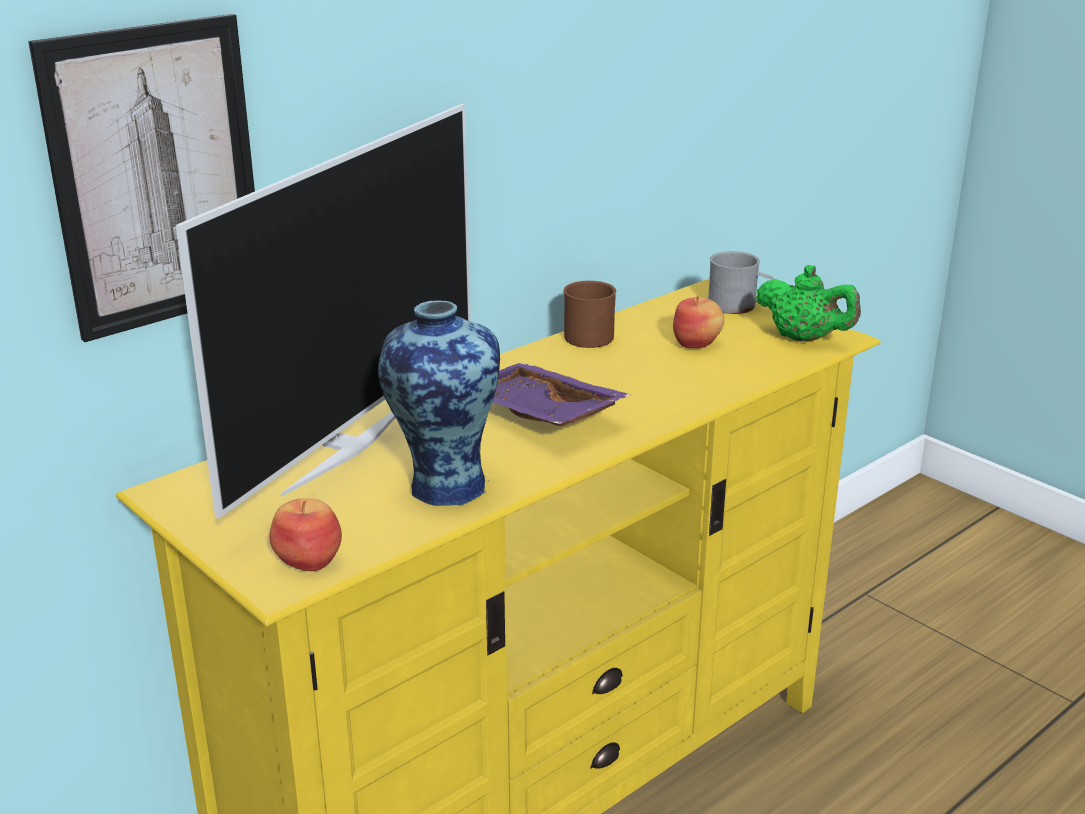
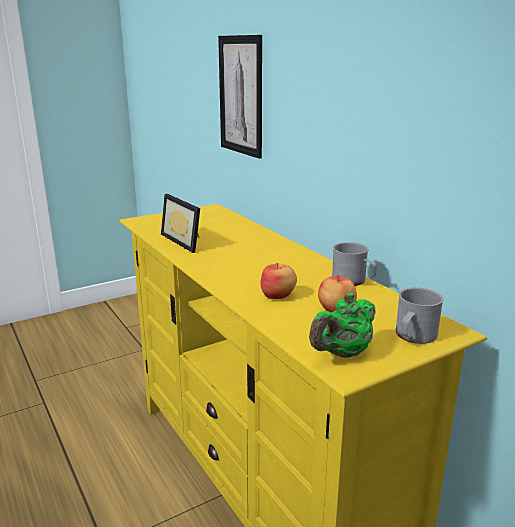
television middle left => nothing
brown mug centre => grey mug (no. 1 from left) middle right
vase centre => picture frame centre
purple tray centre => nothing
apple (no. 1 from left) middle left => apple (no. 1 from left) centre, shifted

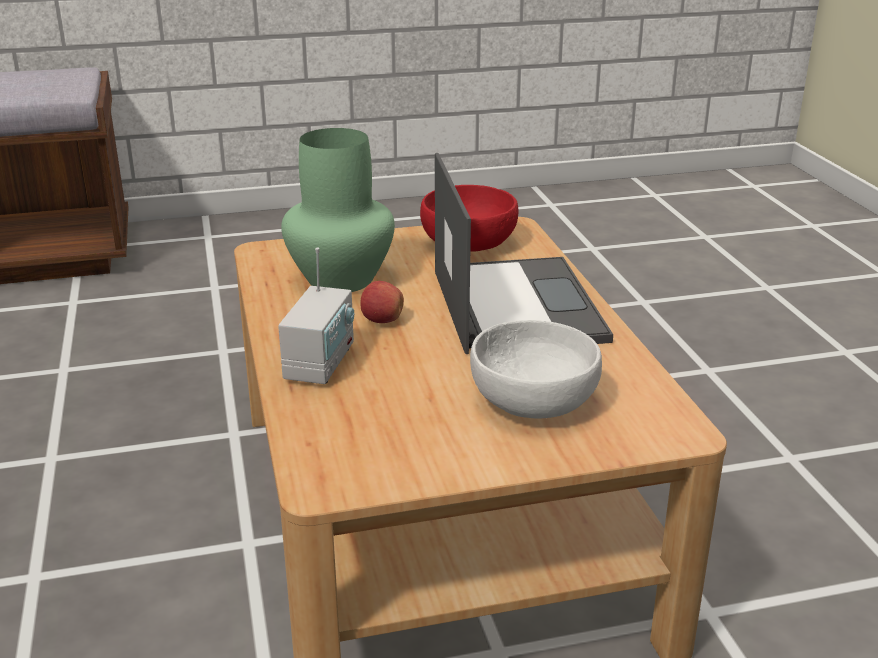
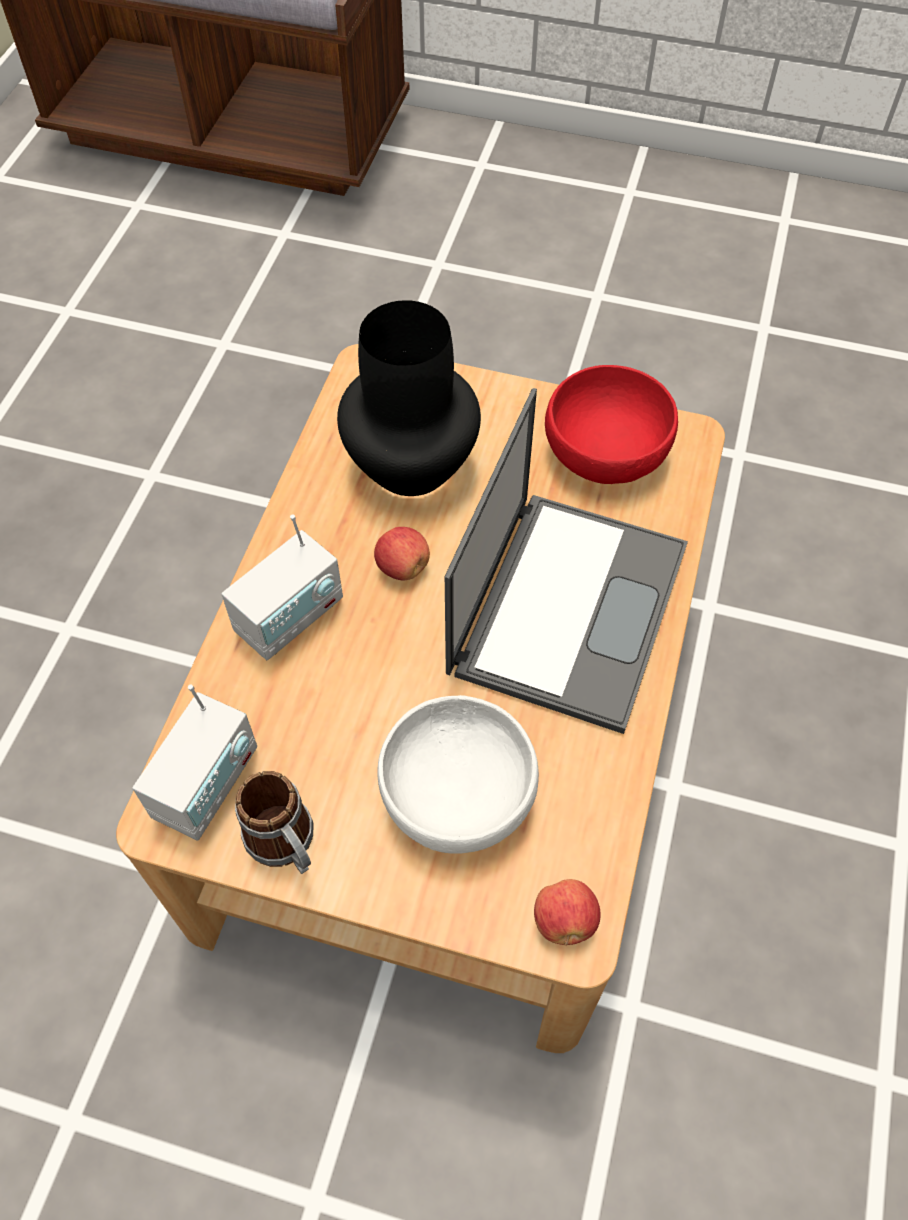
green vase top centre => black vase top centre
nothing => radio (no. 1 from left) middle left
nothing => mug bottom left
nothing => apple (no. 2 from left) bottom centre

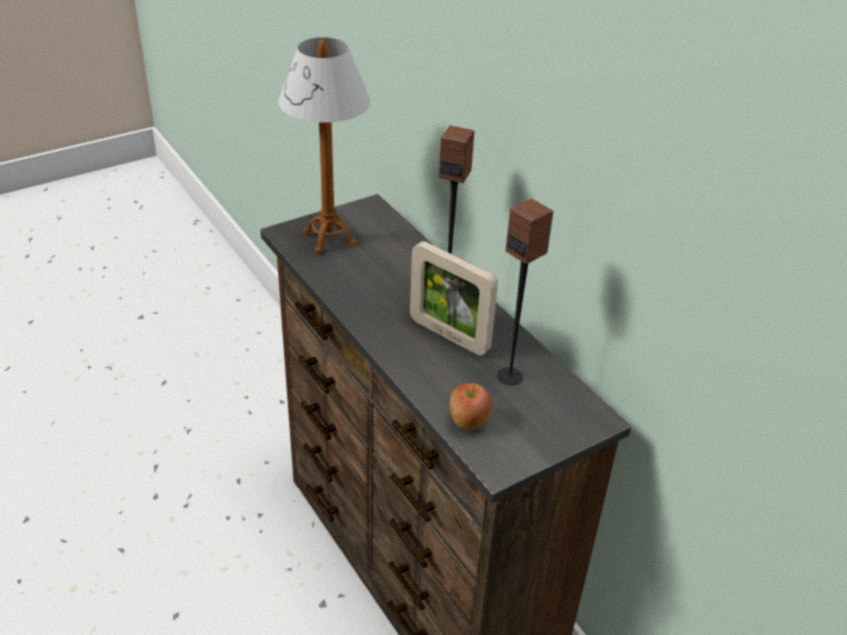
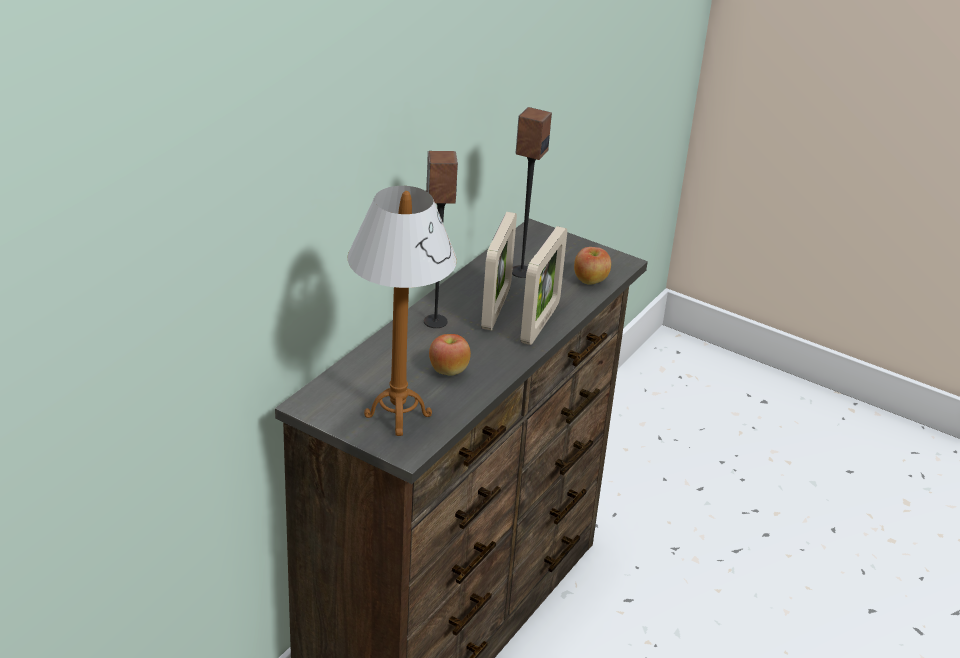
nothing => picture frame (no. 2 from left) centre
nothing => apple (no. 1 from left) centre

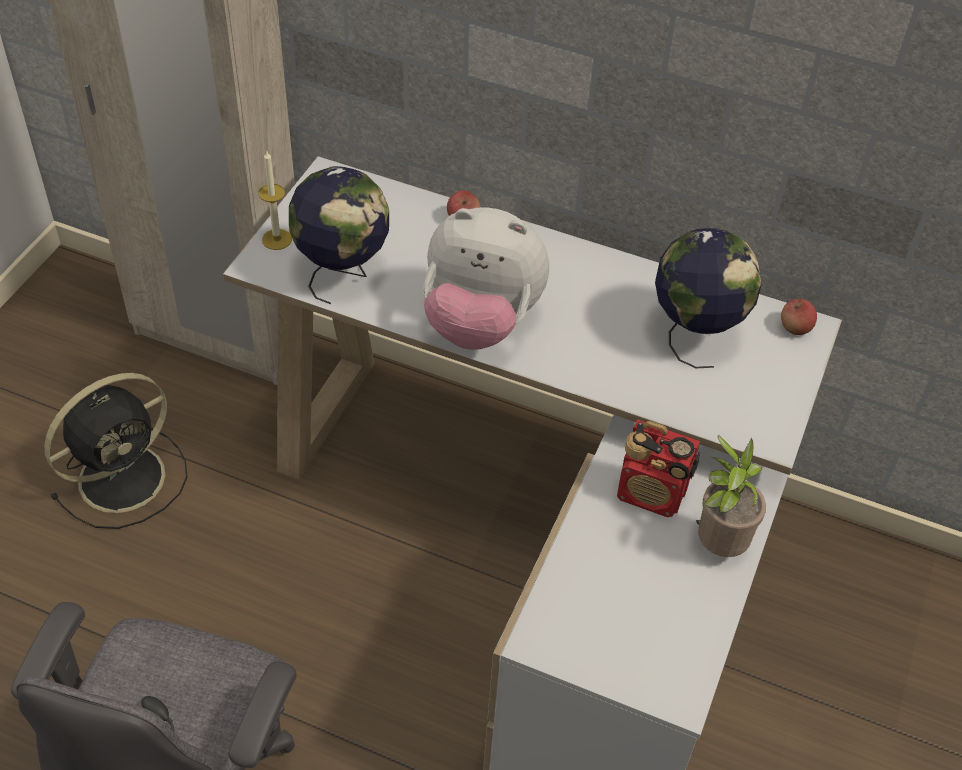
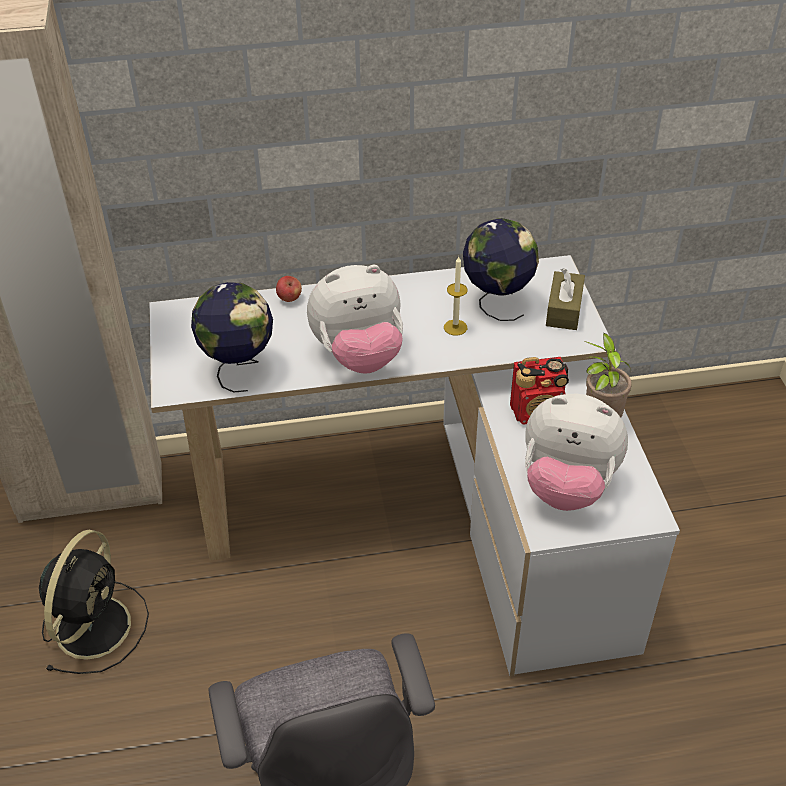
candle top left => candle centre, shifted
apple (no. 2 from left) middle right => nothing
nothing => brown tissue box middle right
nothing => plush toy (no. 2 from left) middle right

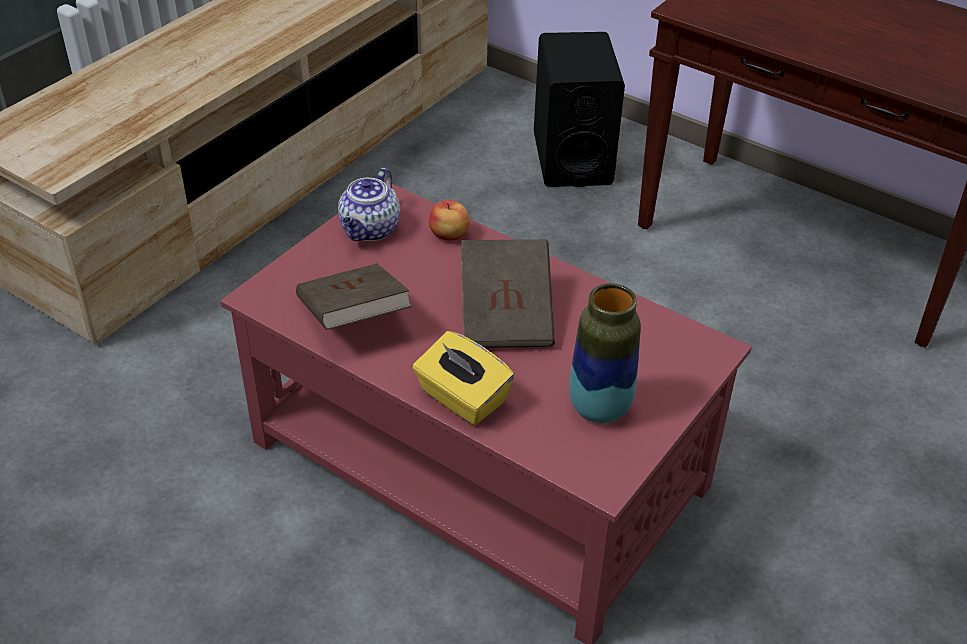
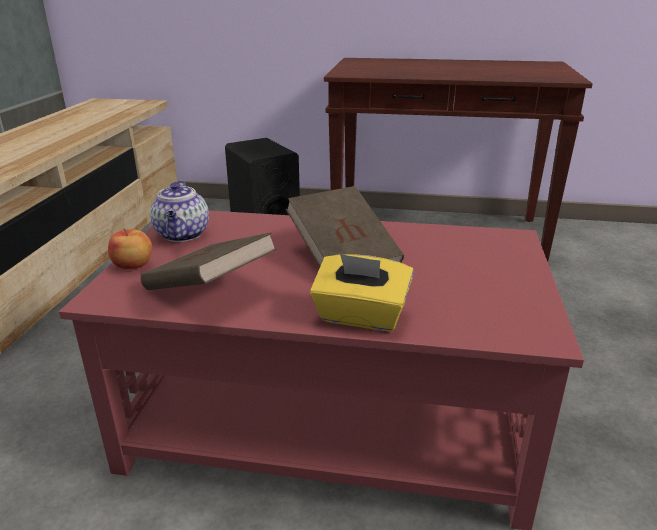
apple centre => apple middle left, shifted
vase centre => nothing

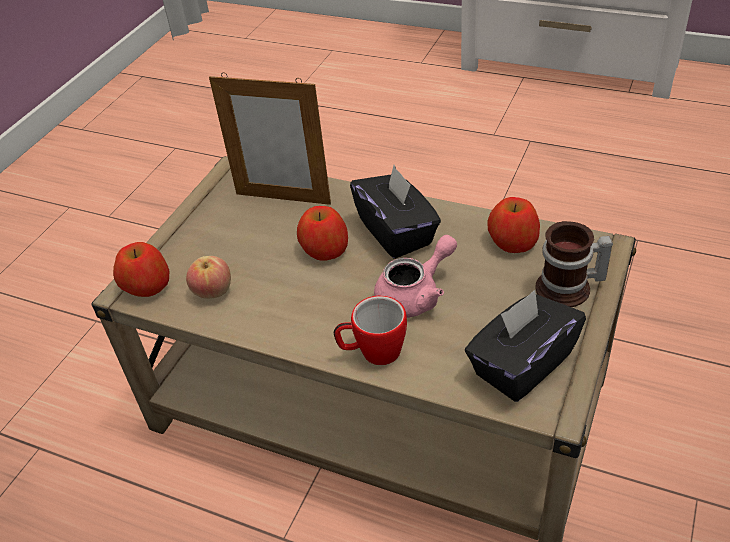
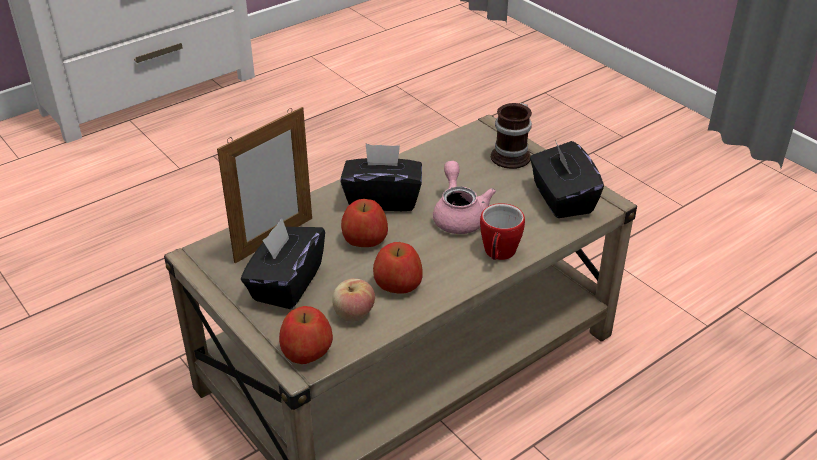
apple (no. 4 from left) middle right => apple (no. 4 from left) centre, shifted
nothing => black tissue box (no. 1 from left) centre

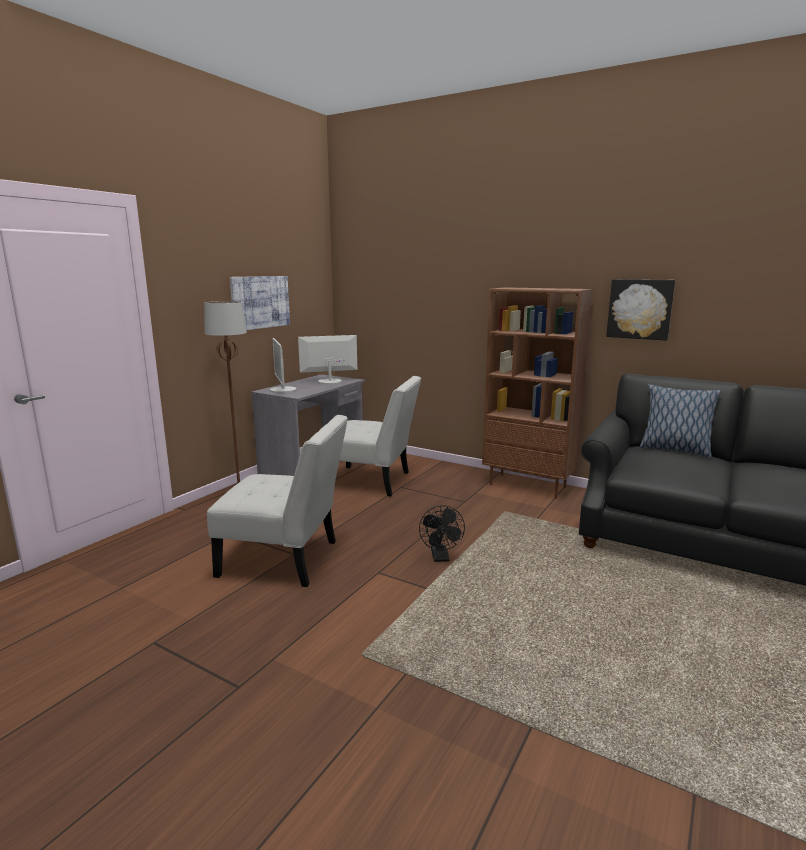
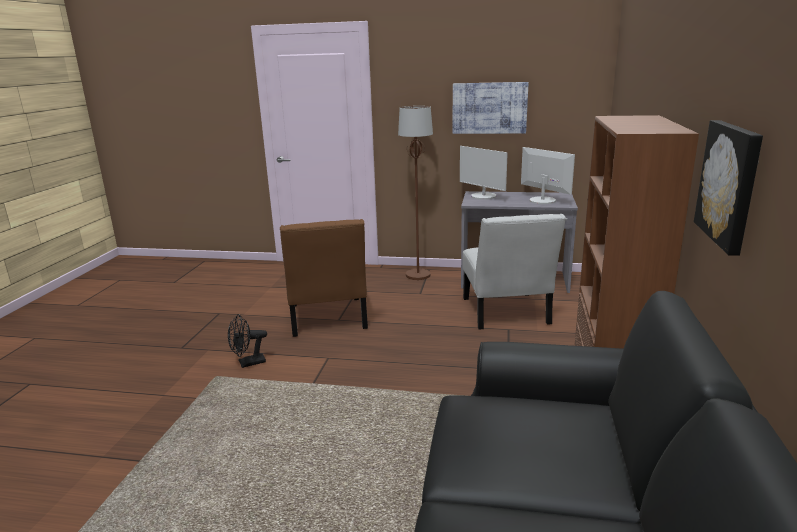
monitor (no. 1 from left) centre => monitor (no. 1 from left) top centre, 90 degrees counterclockwise
pillow middle right => nothing
white chair (no. 1 from left) centre => brown chair centre
black fan centre => black fan middle left, shifted

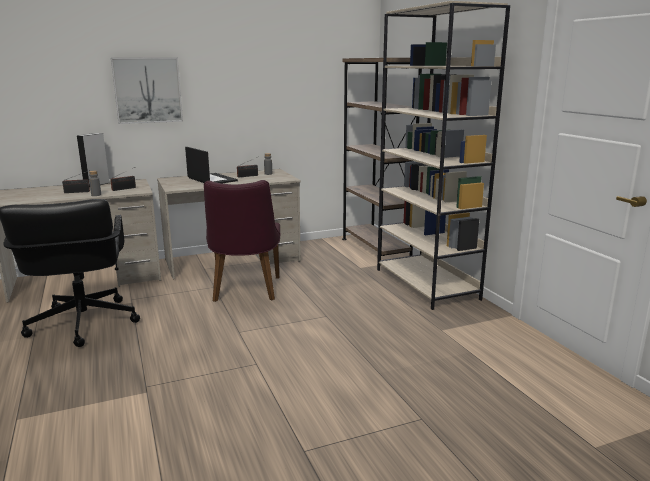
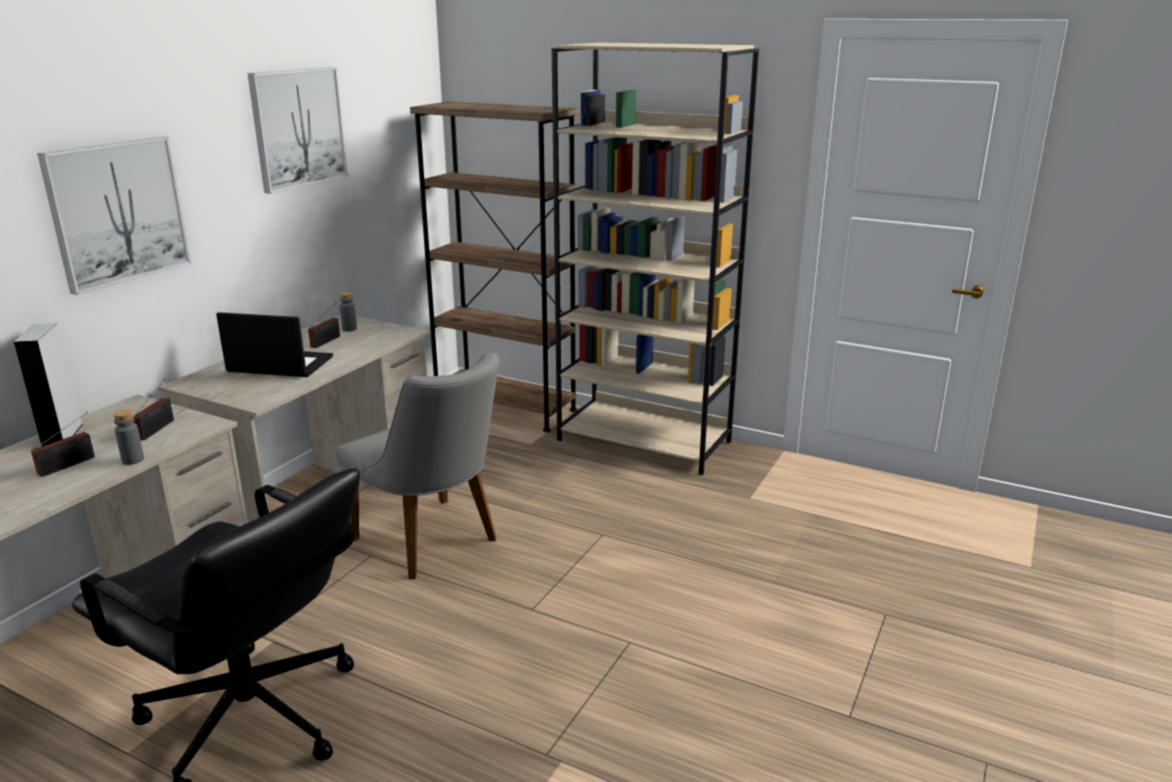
purple chair centre => grey chair centre
nothing => picture (no. 2 from left) top left

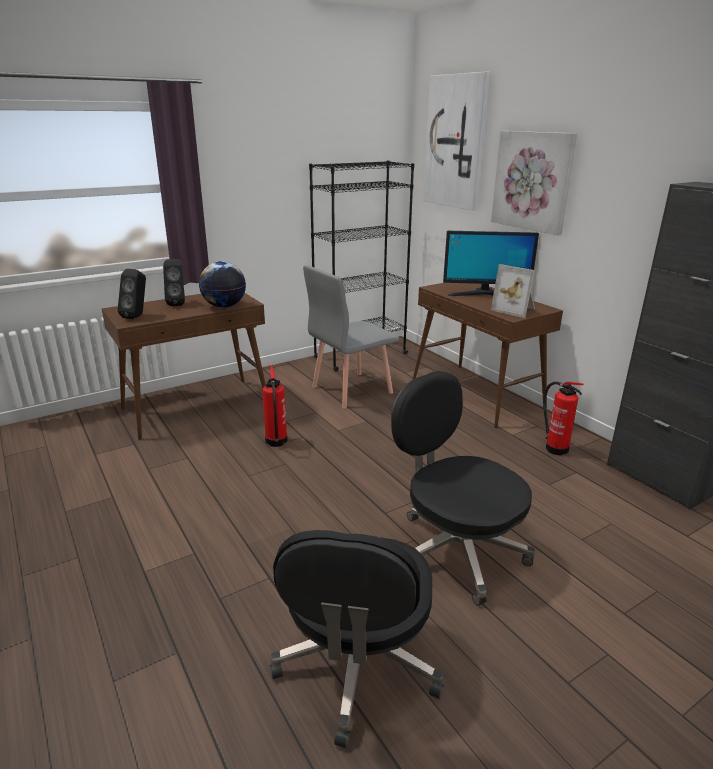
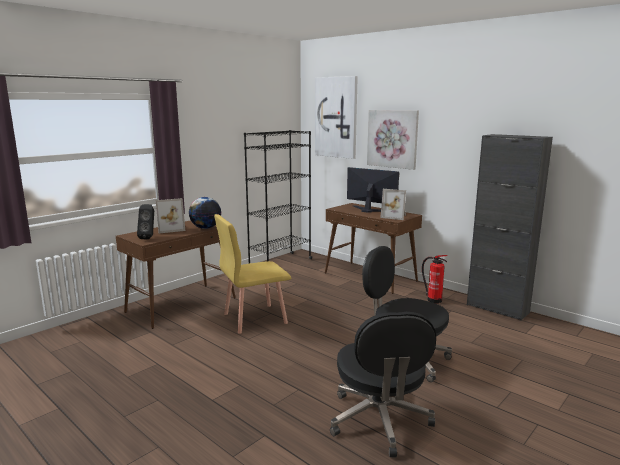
monitor middle right => monitor centre, 135 degrees counterclockwise
black speaker (no. 2 from left) middle left => picture frame (no. 1 from left) middle left
grey chair centre => nothing
fire extinguisher (no. 1 from left) centre => yellow chair centre

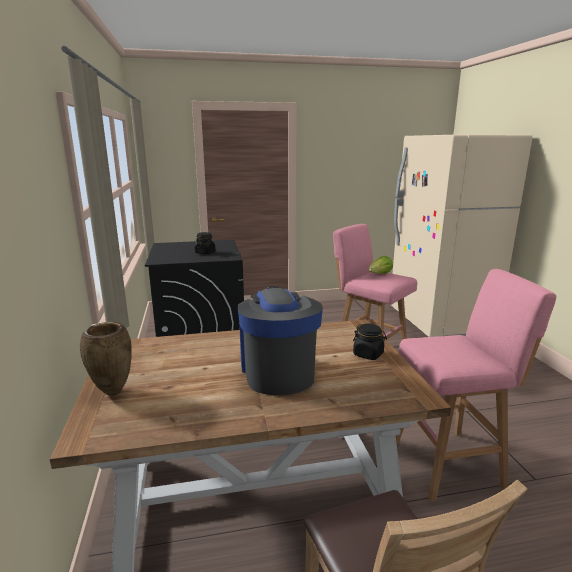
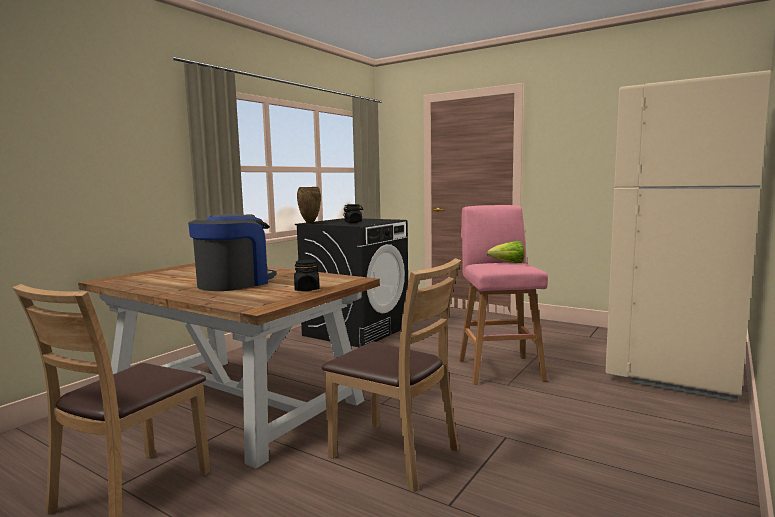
pink stool (no. 2 from left) bottom right => brown chair (no. 2 from left) bottom centre
brown vase middle left => brown vase centre, shifted

